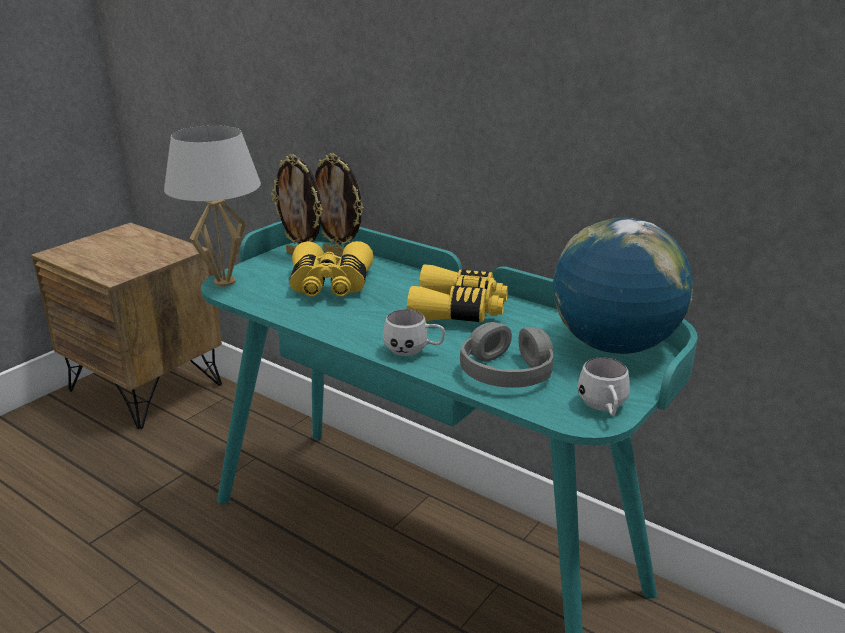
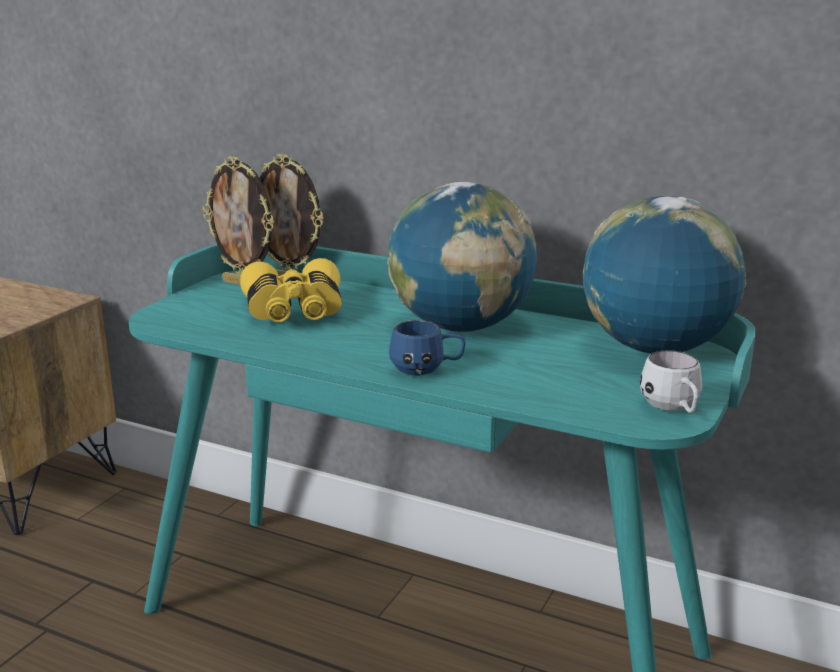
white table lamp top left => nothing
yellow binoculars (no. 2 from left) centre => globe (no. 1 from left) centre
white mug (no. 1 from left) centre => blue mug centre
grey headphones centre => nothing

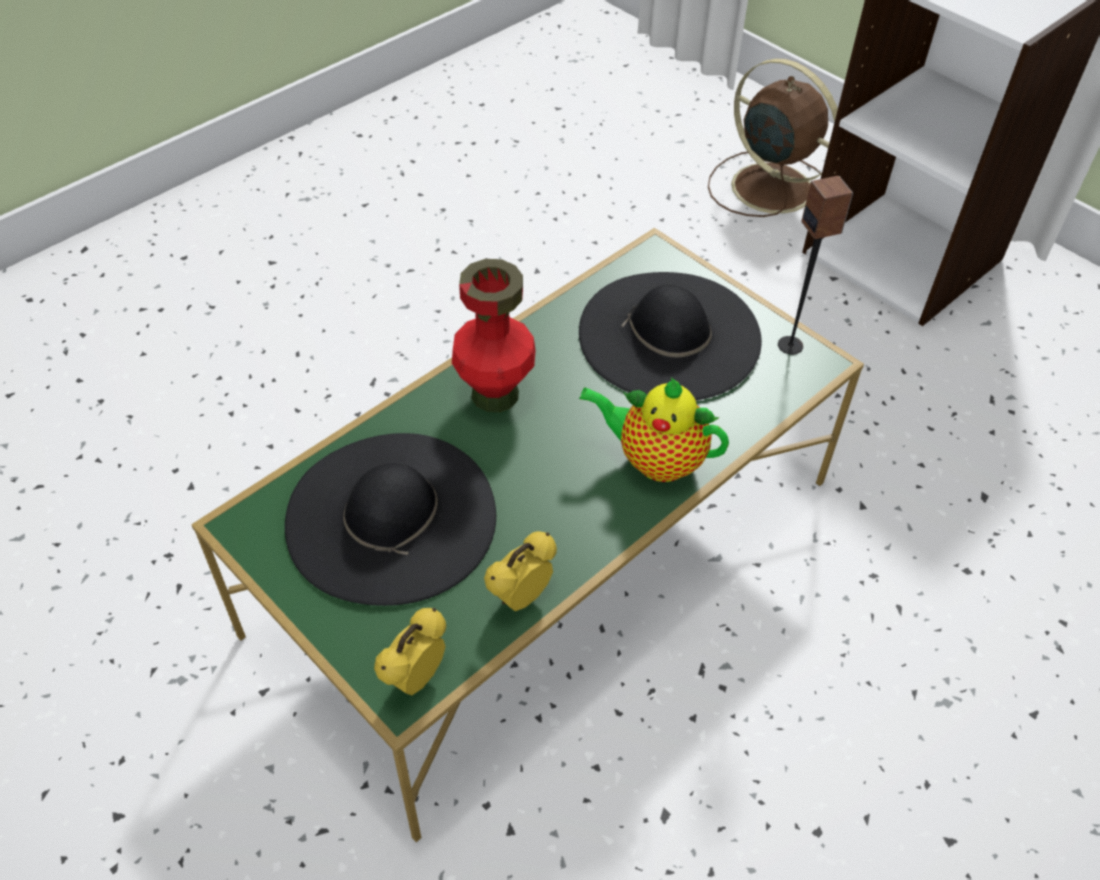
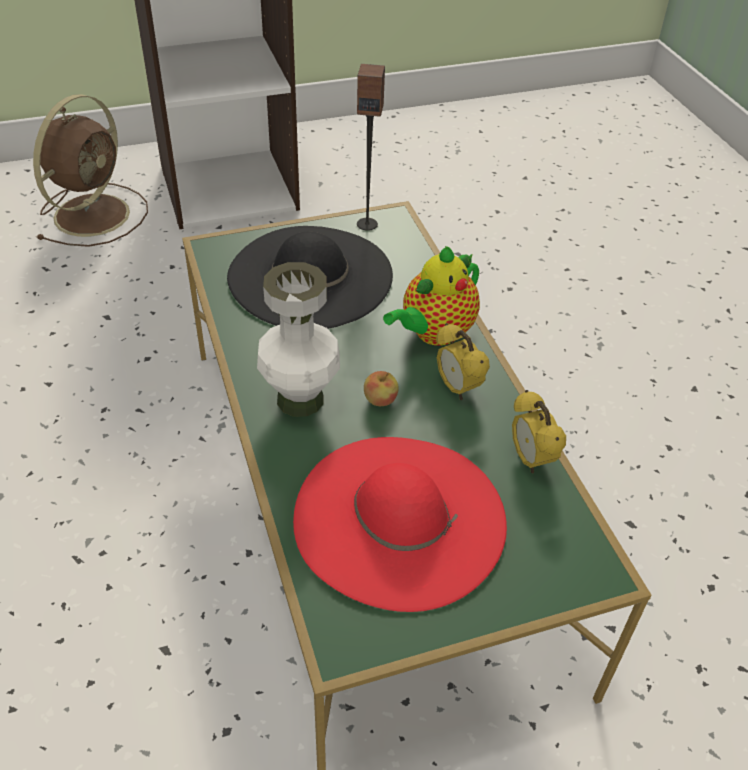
brown fan top right => brown fan top left, 135 degrees clockwise
red vase centre => white vase centre
black hat (no. 1 from left) centre => red hat bottom centre
alarm clock (no. 1 from left) bottom centre => alarm clock (no. 1 from left) centre, shifted
nothing => apple centre

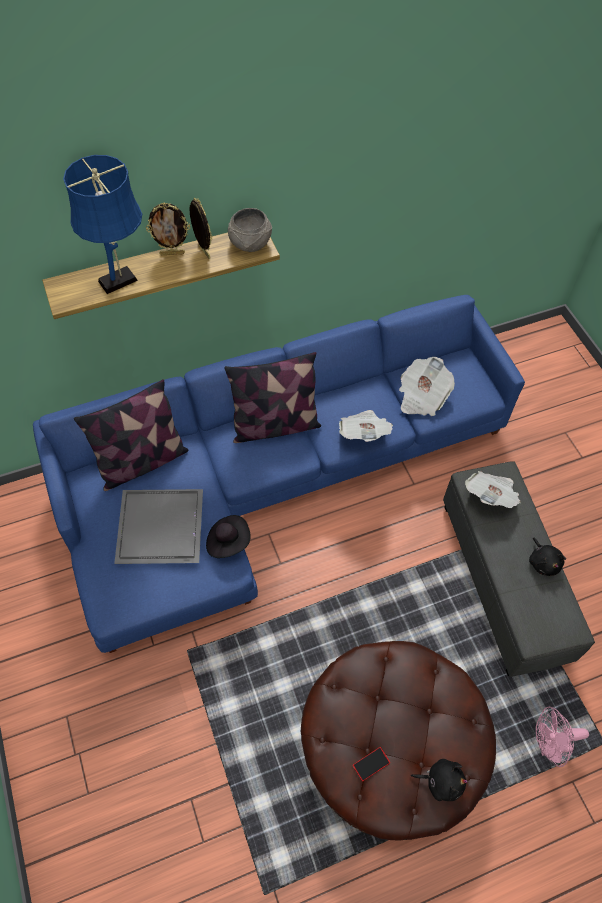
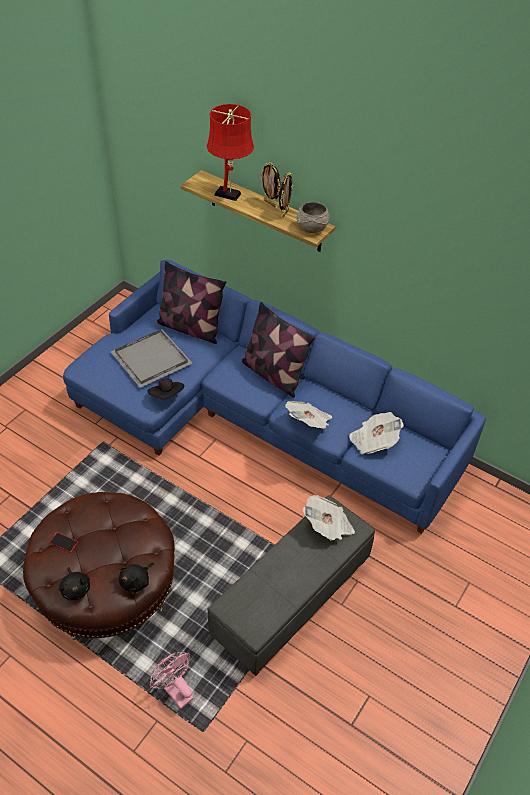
blue table lamp top left => red table lamp top centre
black plush toy (no. 2 from left) middle right => black plush toy (no. 2 from left) bottom left, shifted

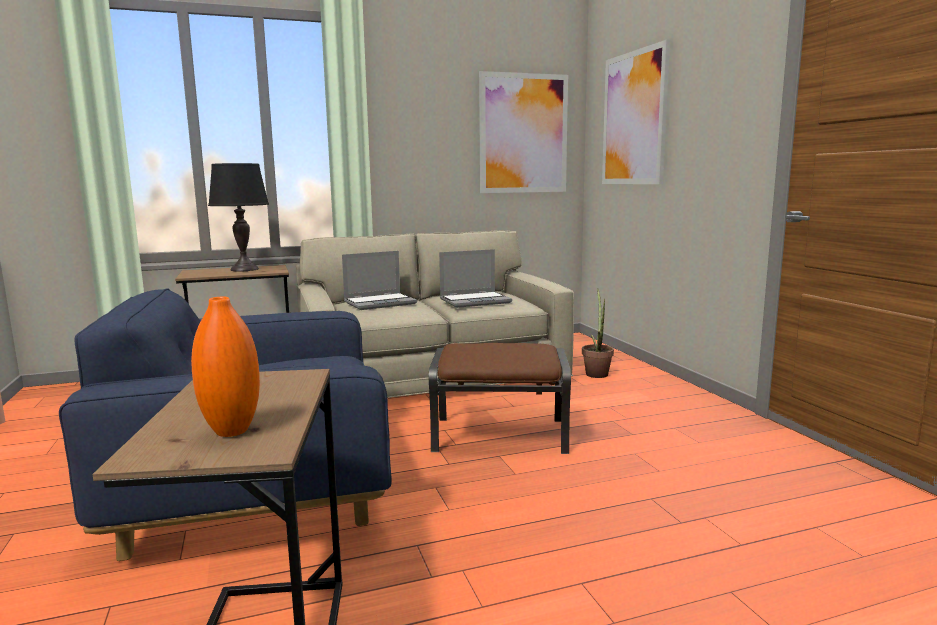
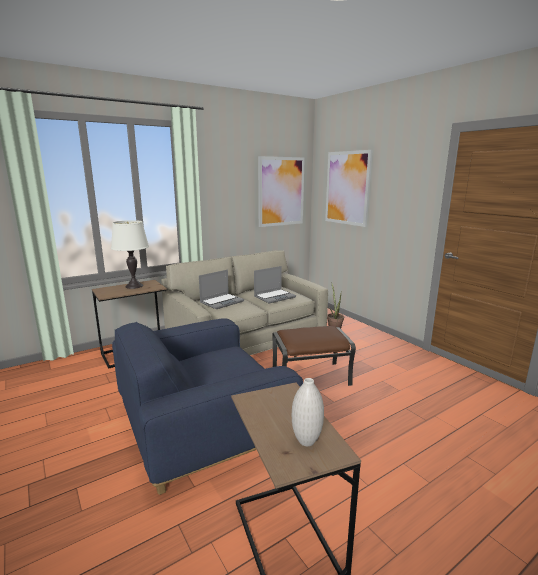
black table lamp middle left => white table lamp middle left
orange vase middle left => white vase bottom centre

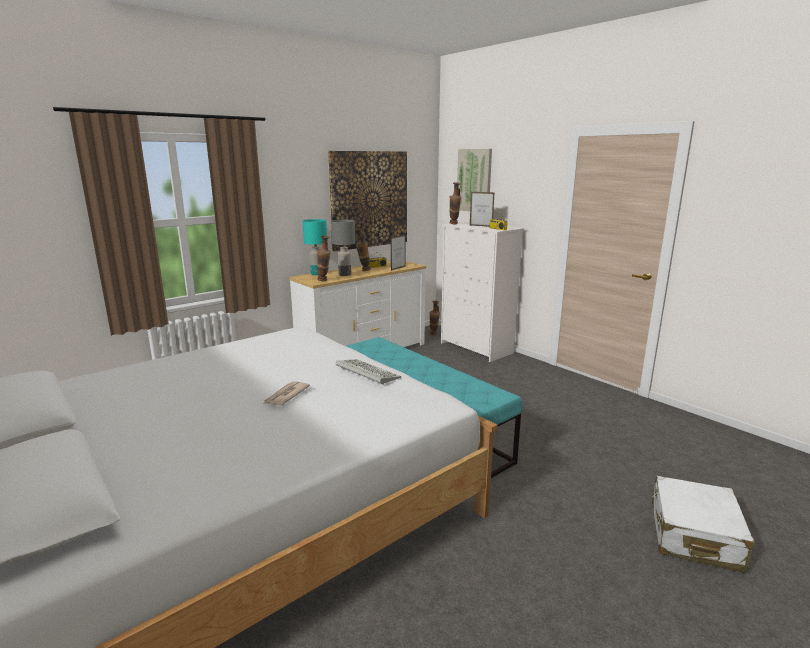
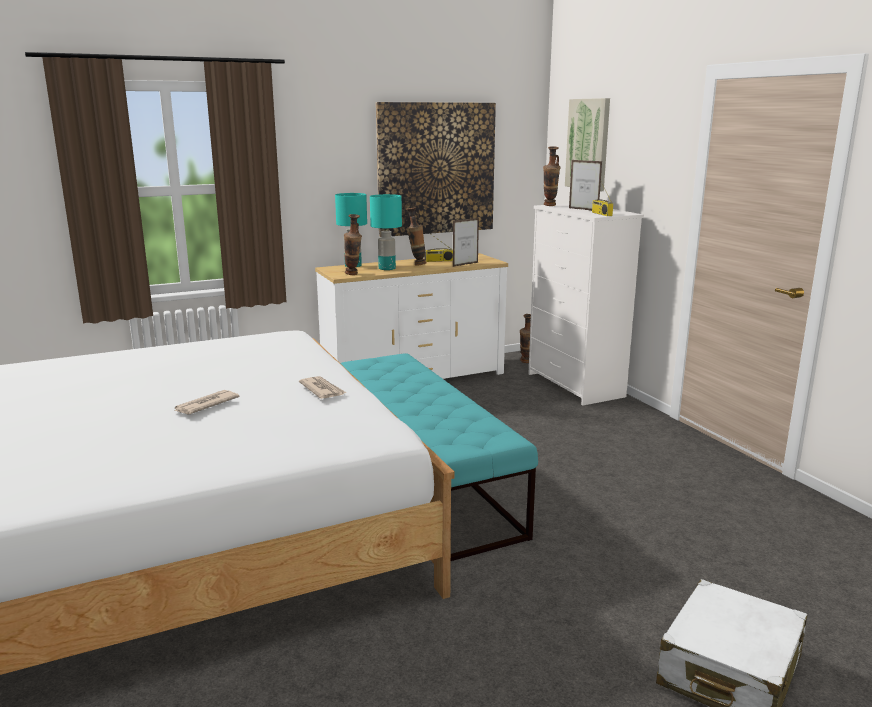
grey table lamp centre => turquoise table lamp (no. 2 from left) top centre
keyboard centre => newspaper (no. 2 from left) centre

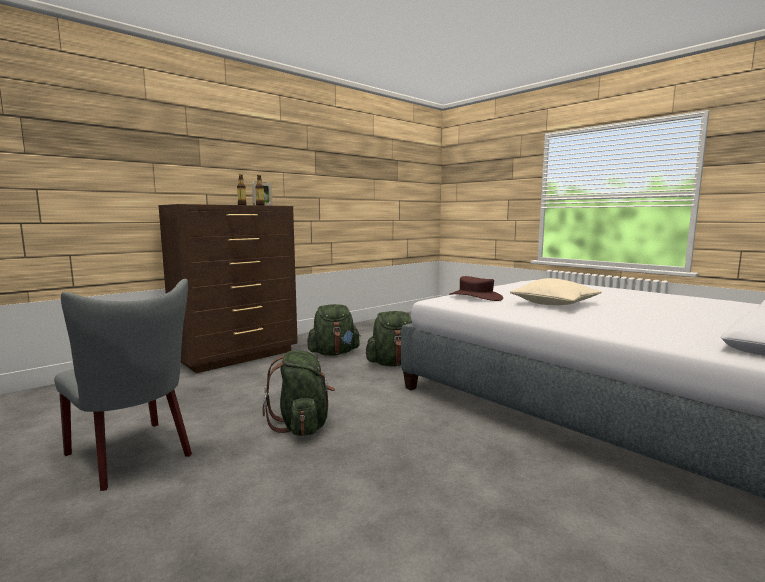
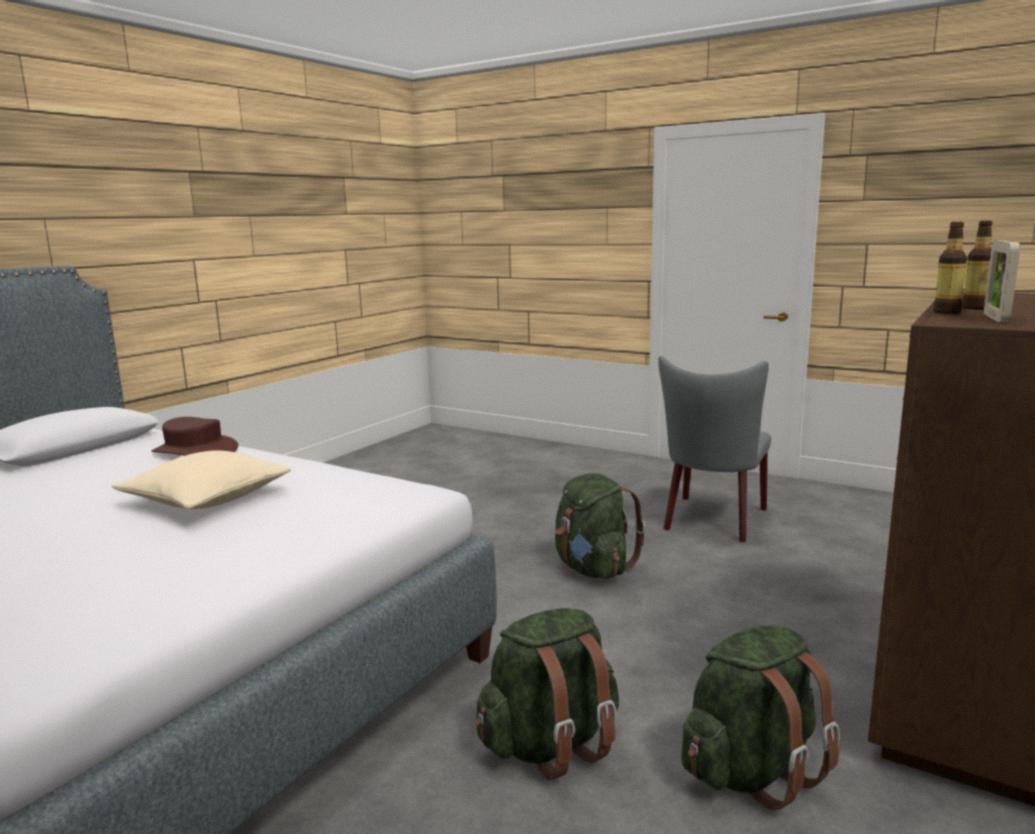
brown hat centre => brown hat middle left, shifted
grey chair middle left => grey chair middle right, 90 degrees counterclockwise

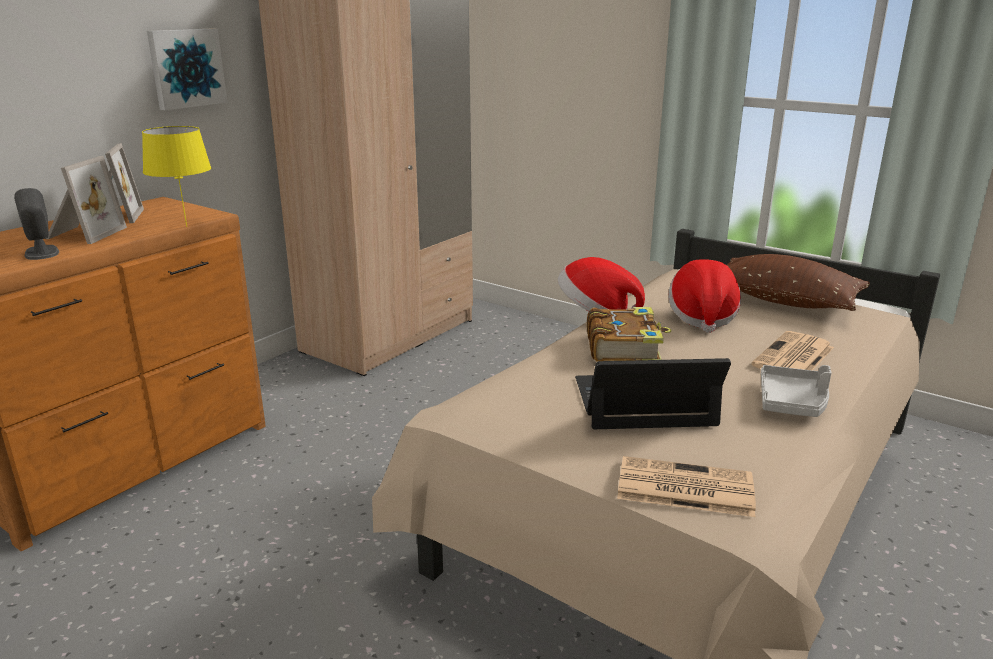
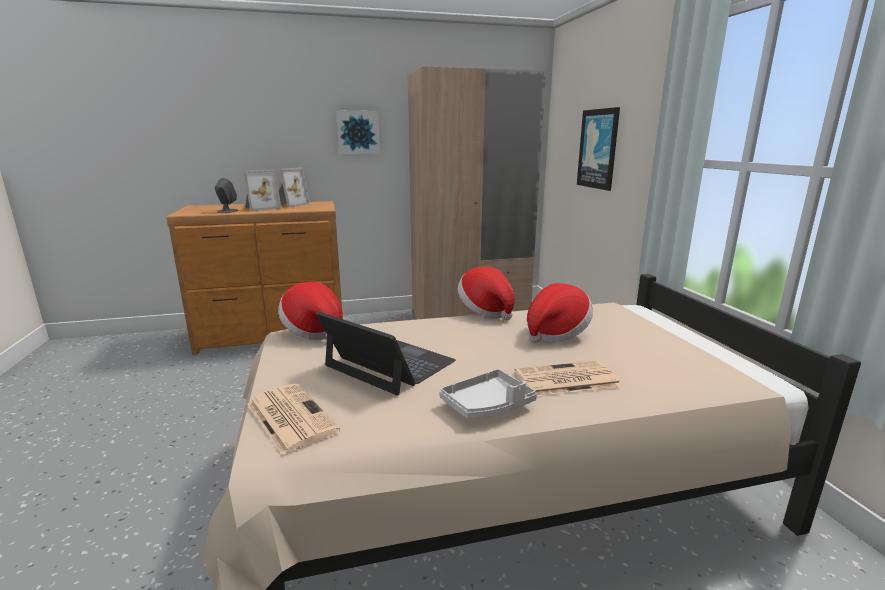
yellow table lamp top left => nothing
brown pillow middle right => nothing
book centre => nothing
nothing => picture (no. 2 from left) top right
nothing => hat (no. 1 from left) centre

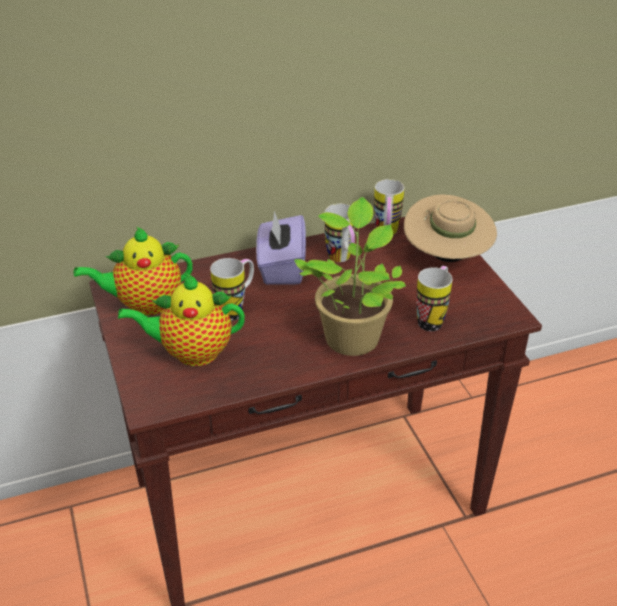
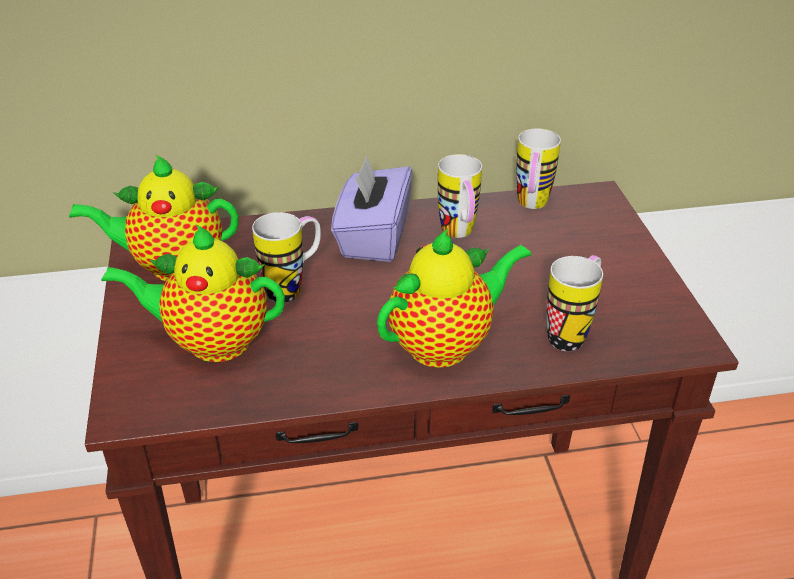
beige hat middle right => nothing
potted plant centre => teapot (no. 3 from left) centre

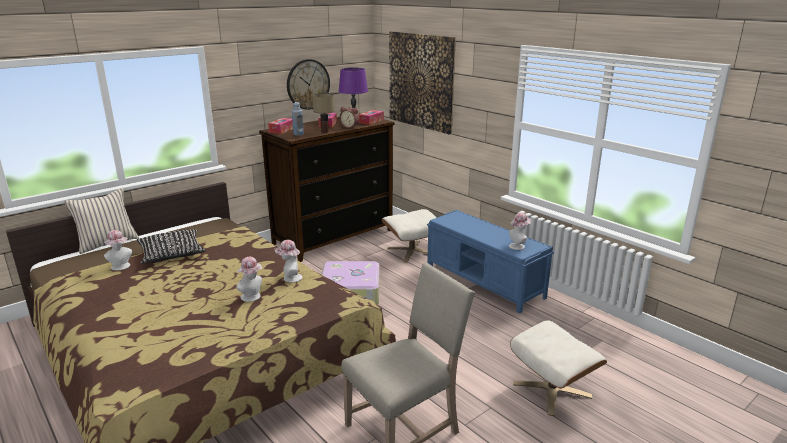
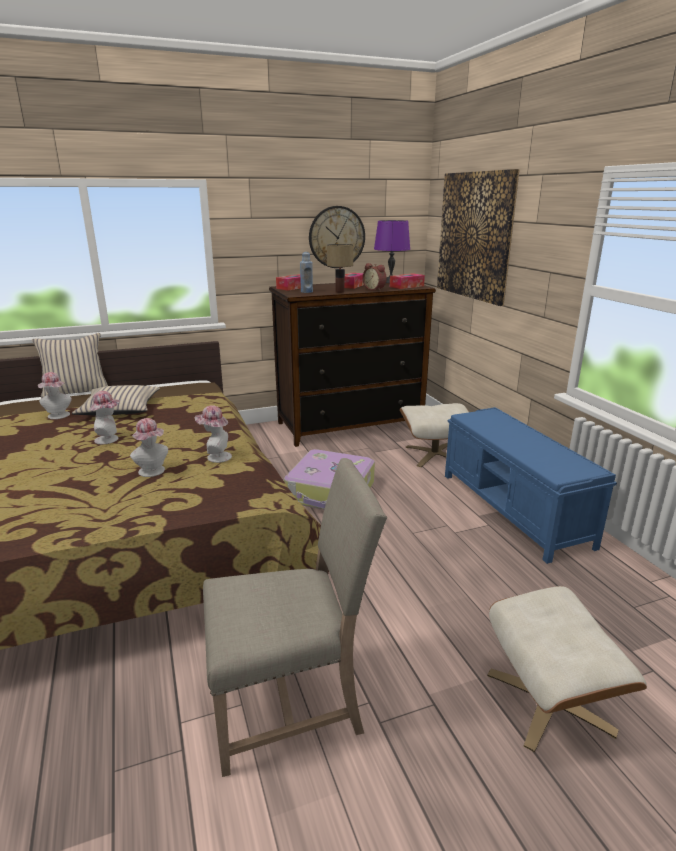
hat (no. 4 from left in the first image) centre => hat (no. 2 from left) middle left, shifted
black pillow middle left => beige pillow (no. 2 from left) middle left

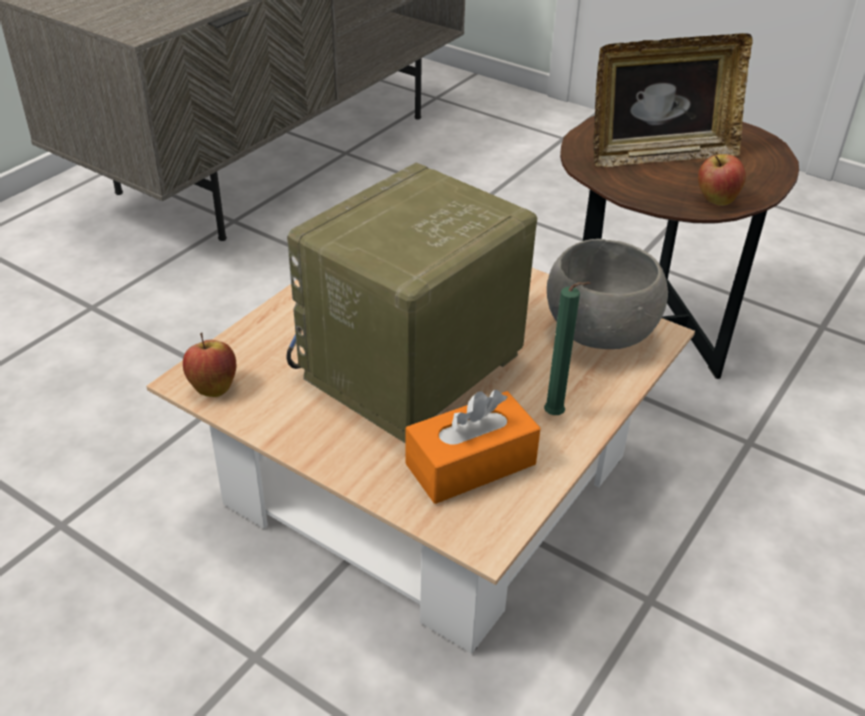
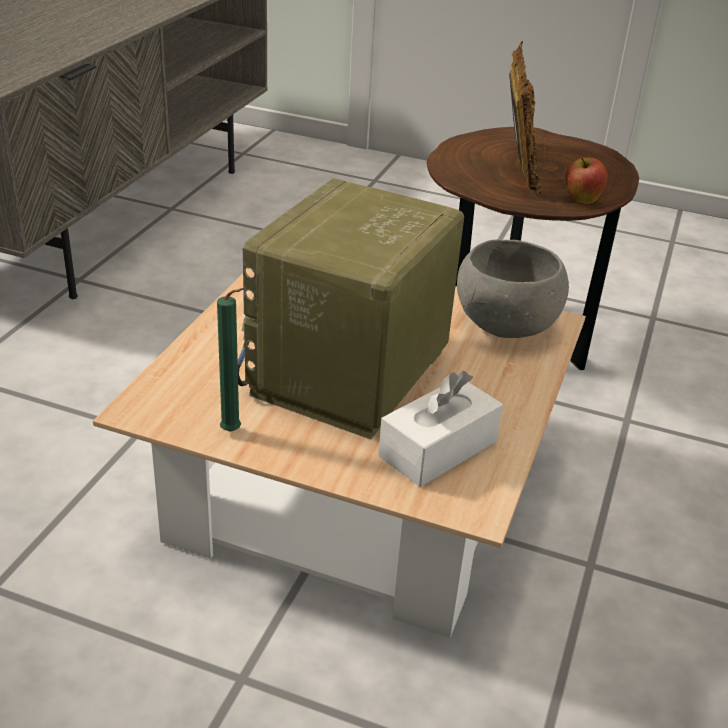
picture frame top right, 60 degrees counterclockwise
green candle centre => green candle middle left, shifted
apple (no. 1 from left) middle left => nothing
orange tissue box centre => white tissue box centre

